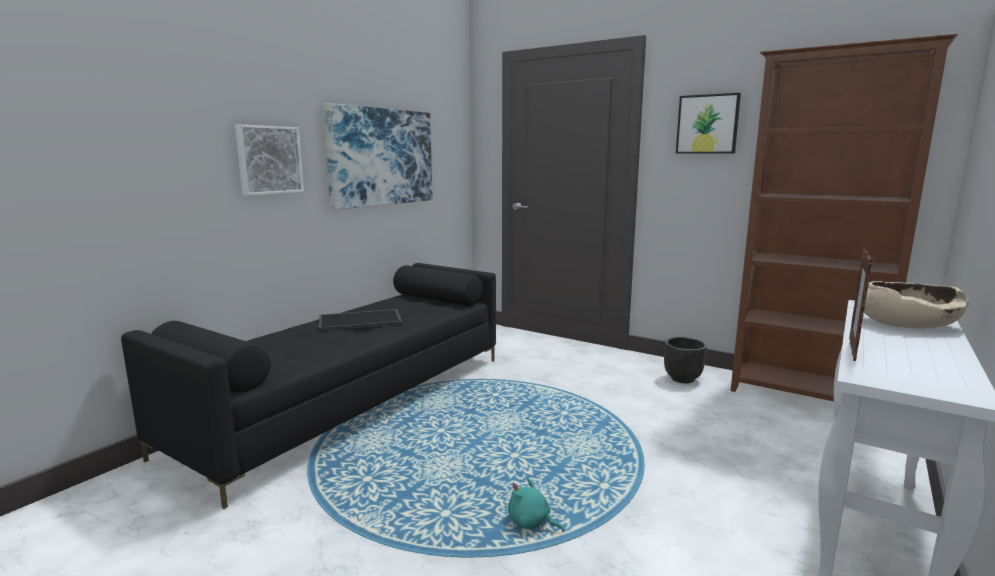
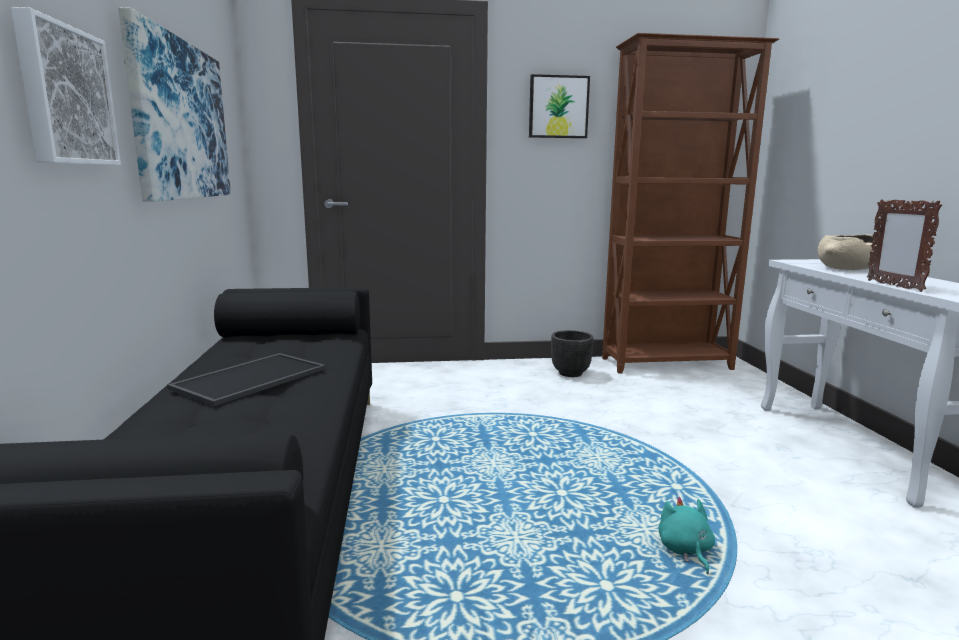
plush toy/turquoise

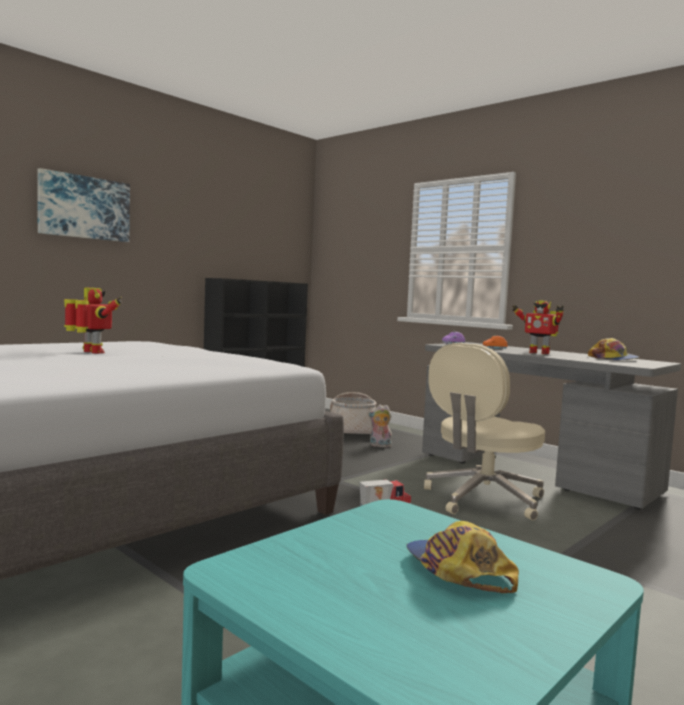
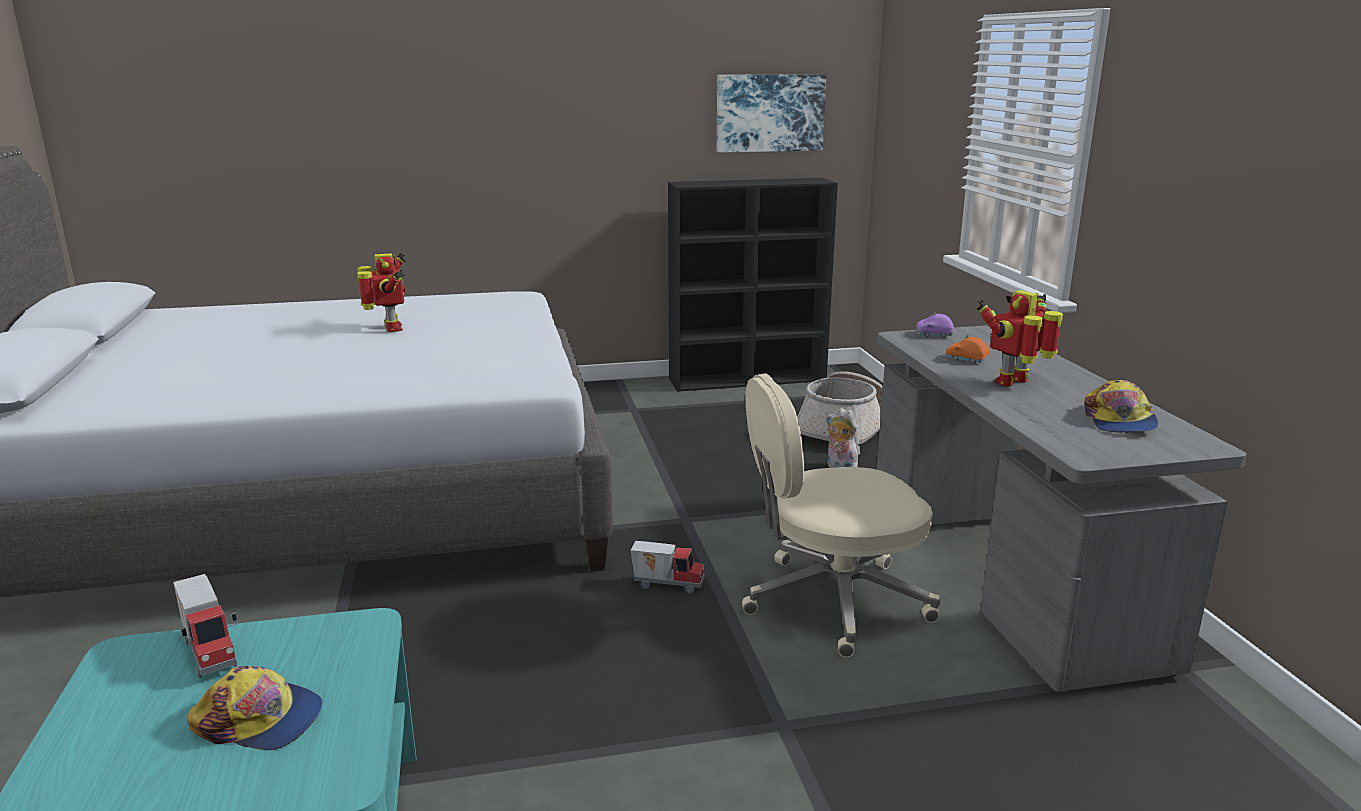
picture
cap (1st from left)
toy robot (2nd from left)
toy truck (1st from left)

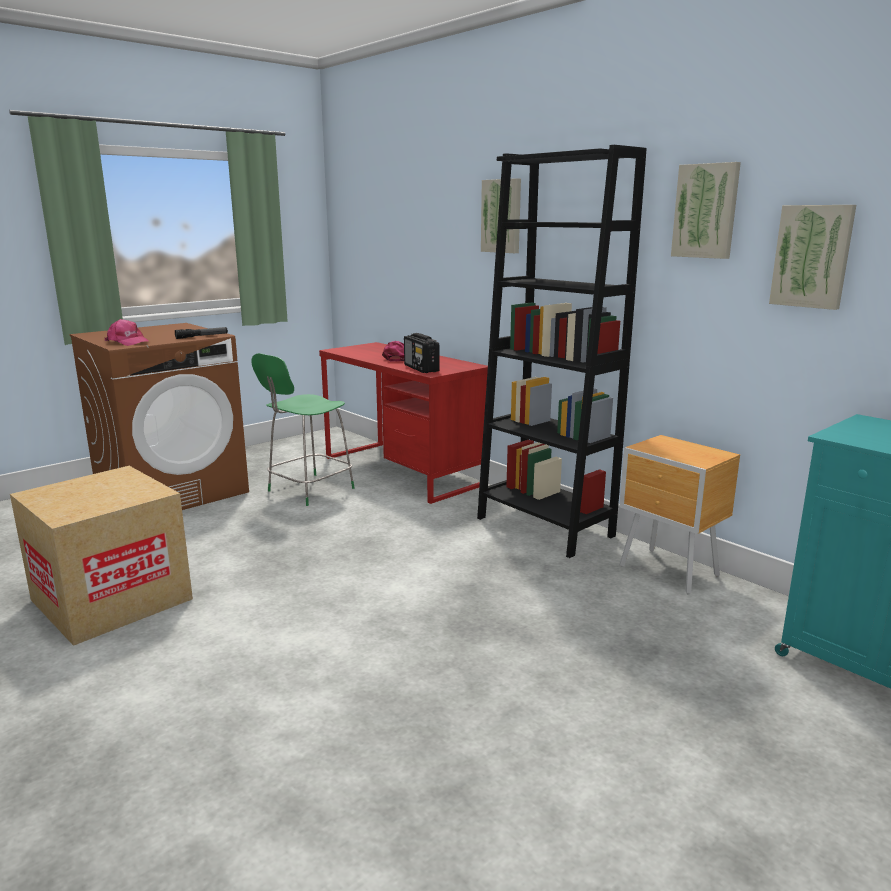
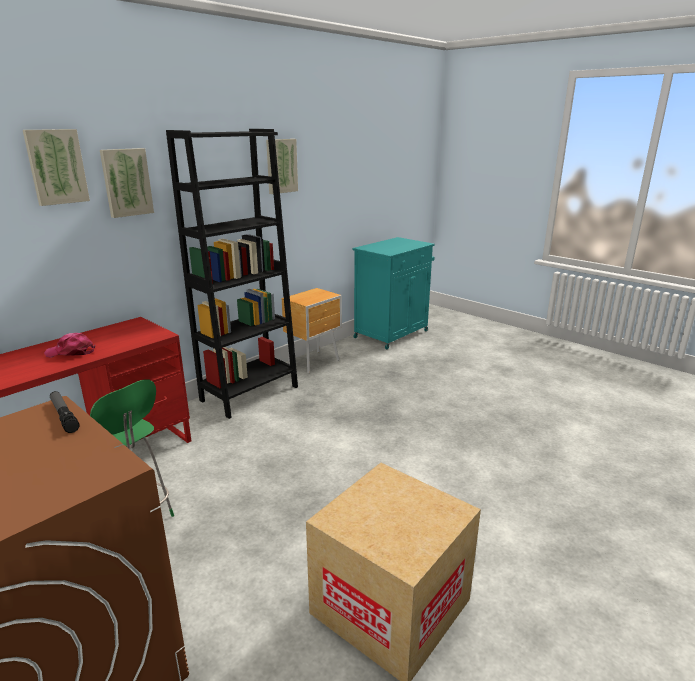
cap/pink (1st from left in the first image)
radio
picture (1st from left)

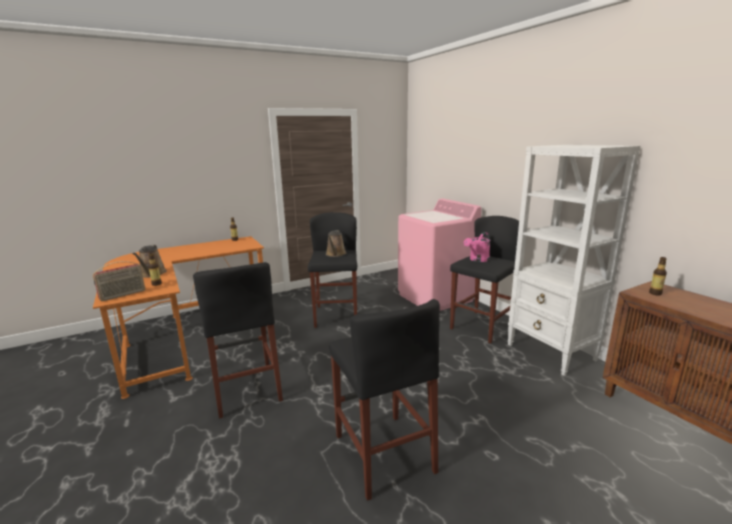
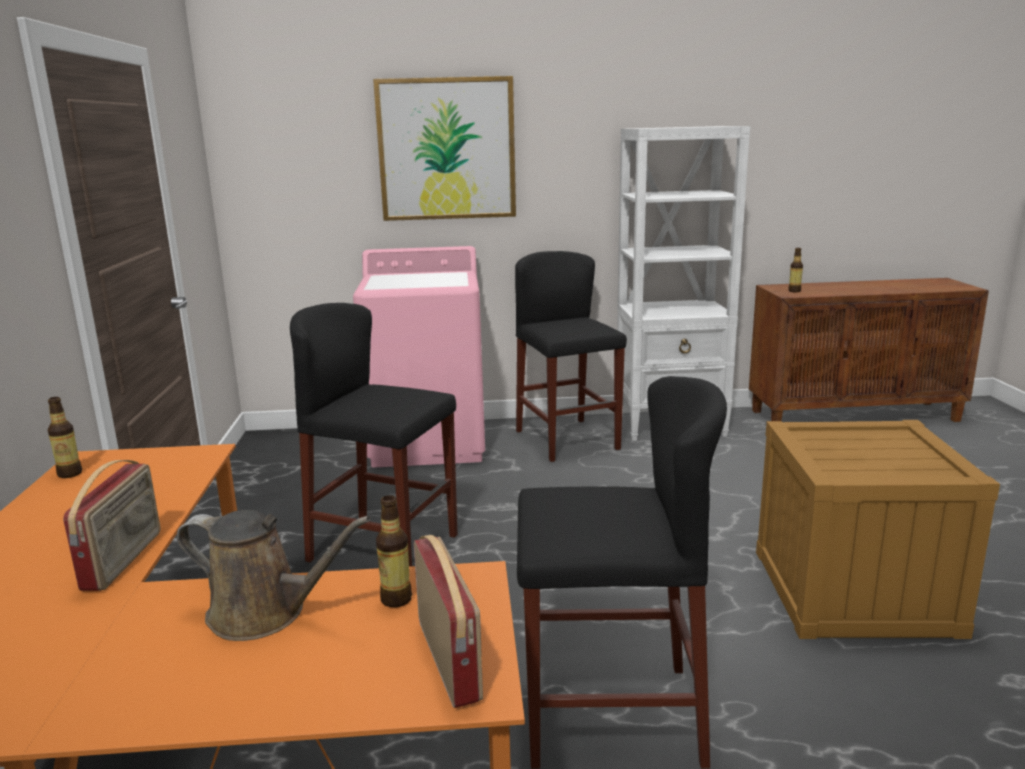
watering can/brown (2nd from left in the first image)
crate
watering can/pink
radio (1st from left)
picture

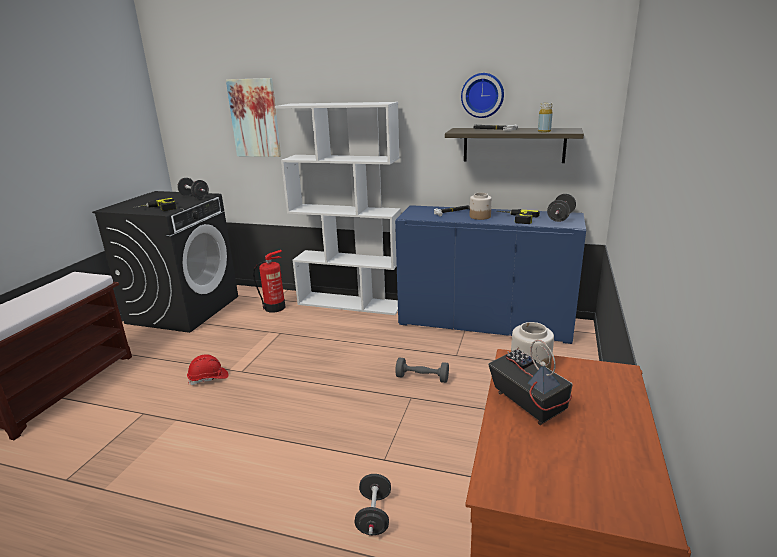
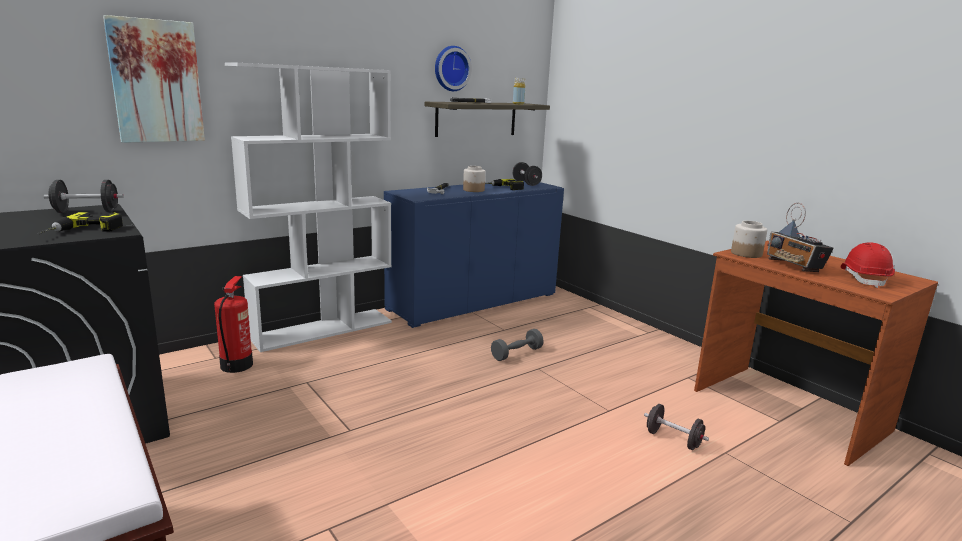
hard hat/red
radio

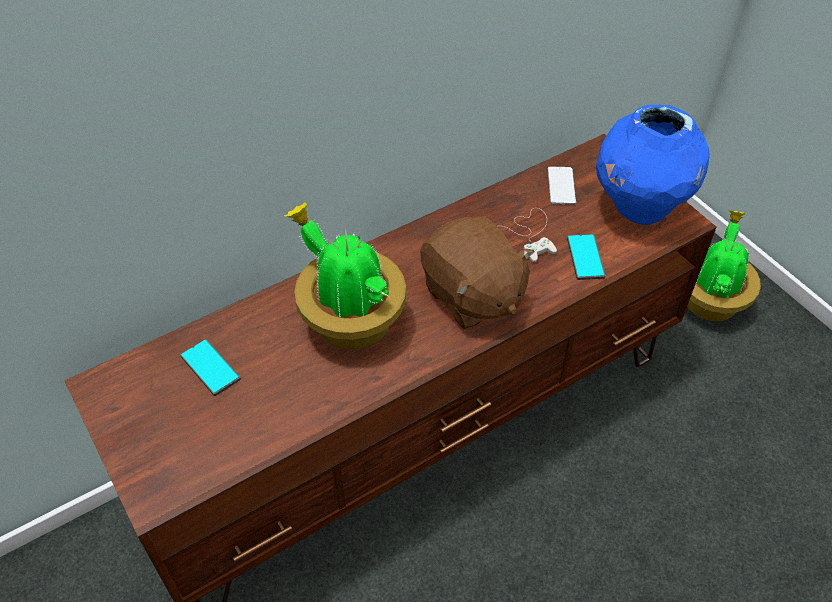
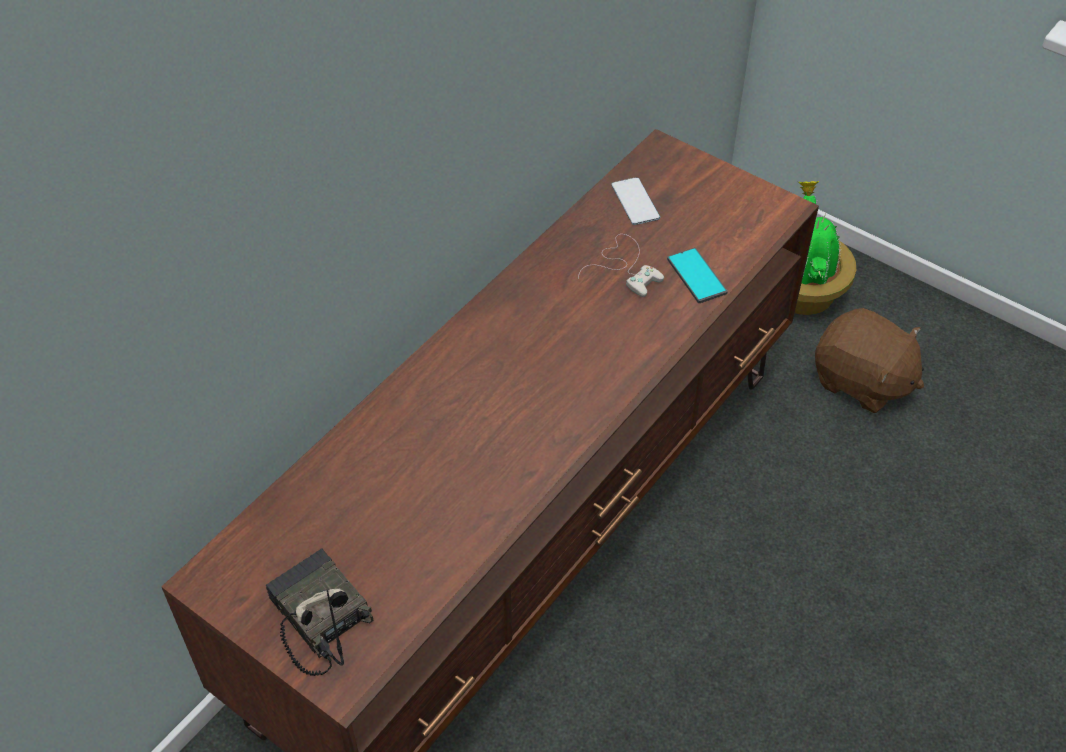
phone (1st from left in the first image)
potted plant (1st from left in the first image)
plush toy/brown
vase/blue
radio

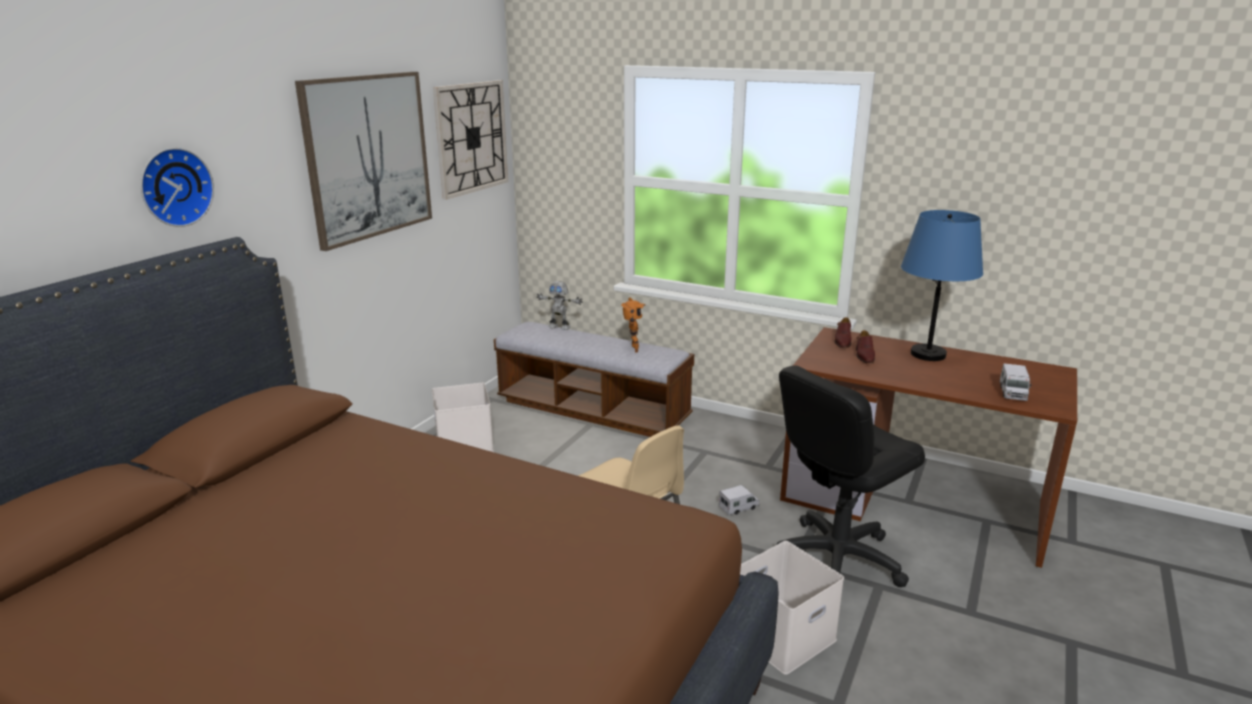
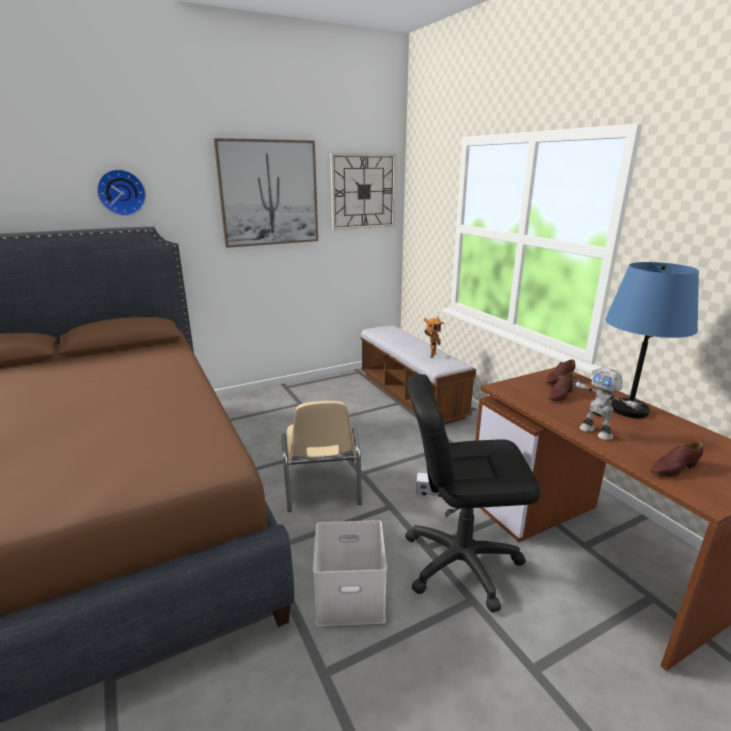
storage box/white (1st from left in the first image)
toy robot (2nd from left)
shoe/brown (3rd from left)

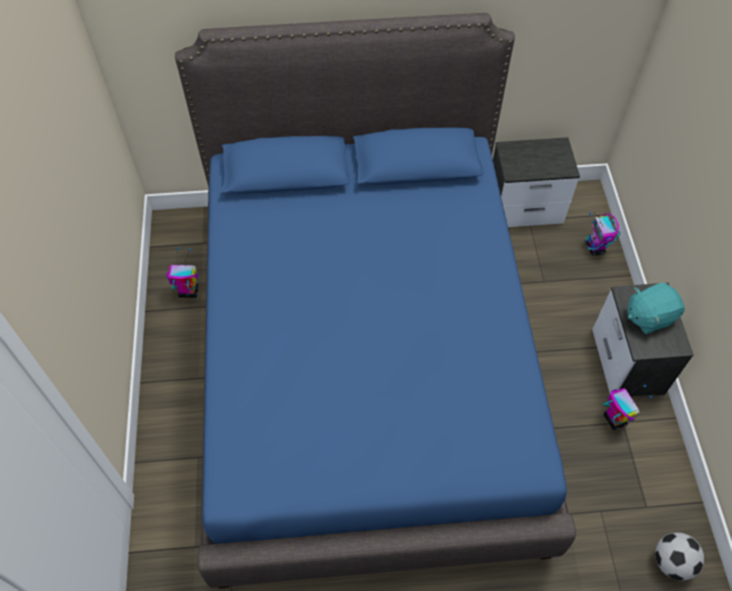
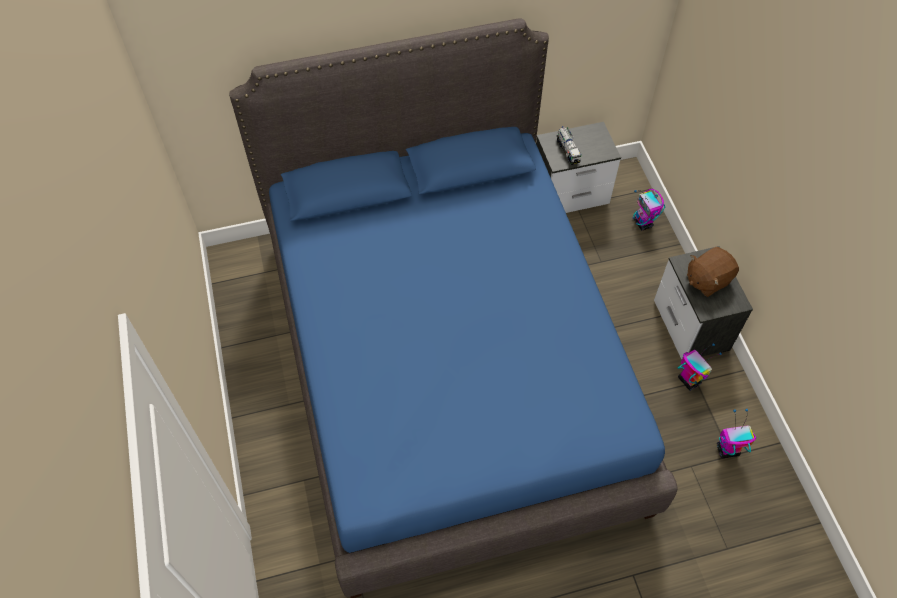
toy robot (3rd from left)
plush toy/brown
football
toy truck

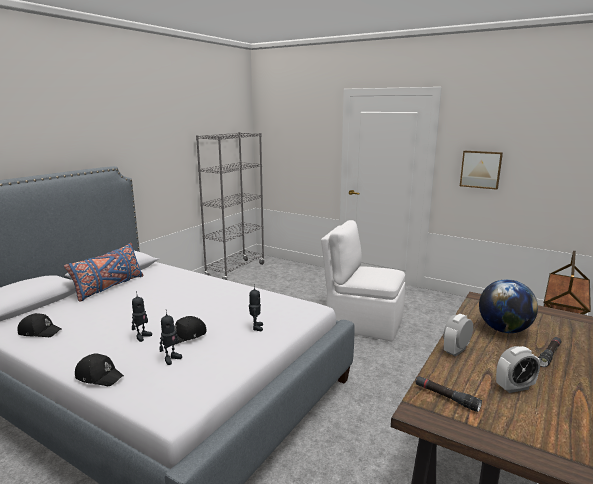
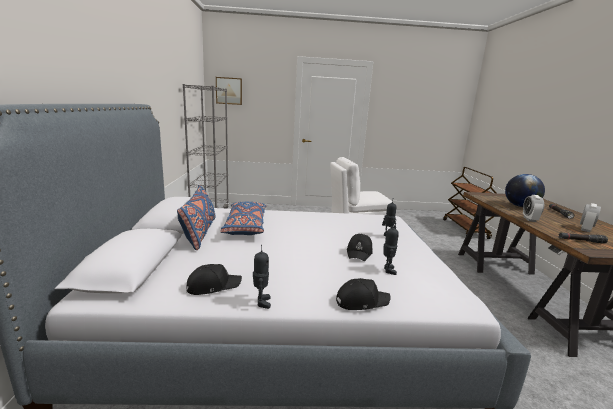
toy robot (1st from left)
picture
pillow/blue (2nd from left)

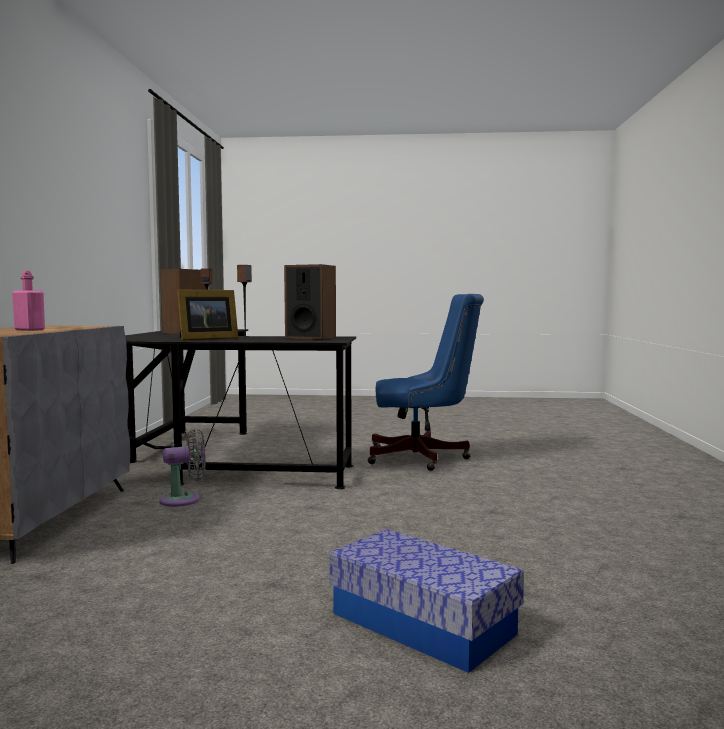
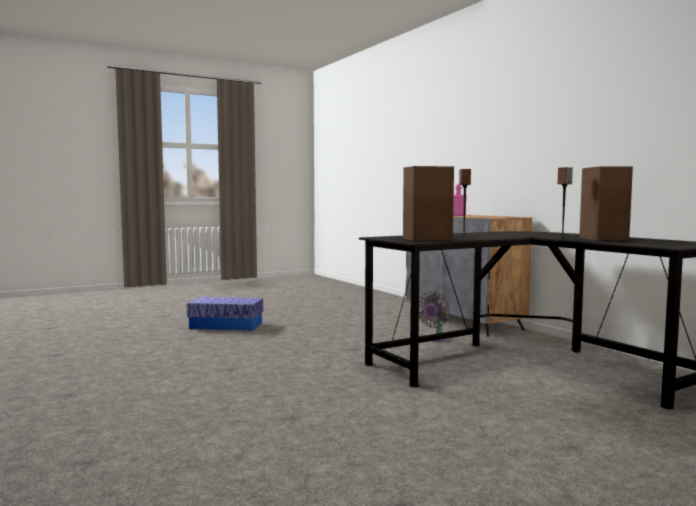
picture frame
office chair/blue

